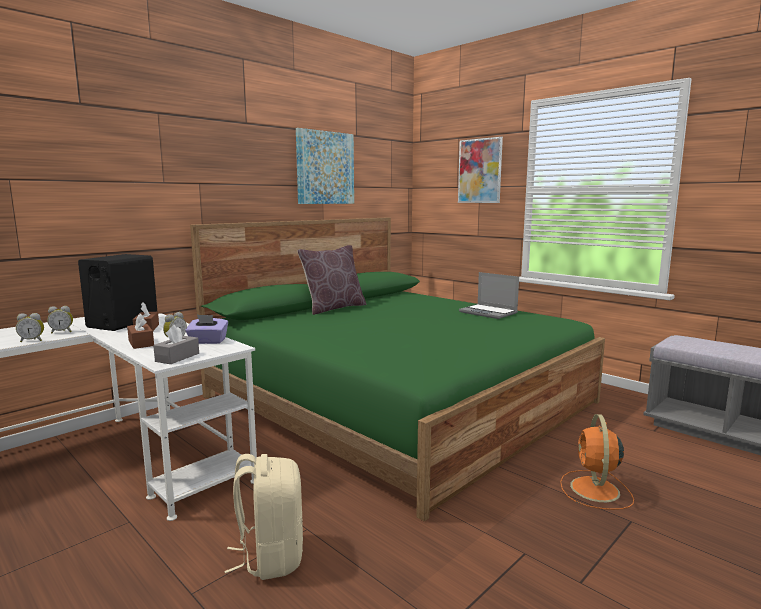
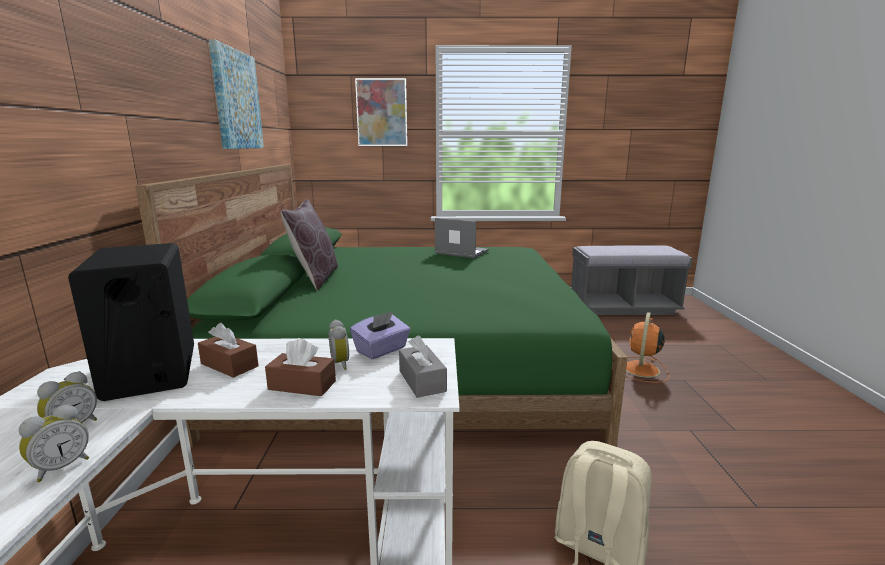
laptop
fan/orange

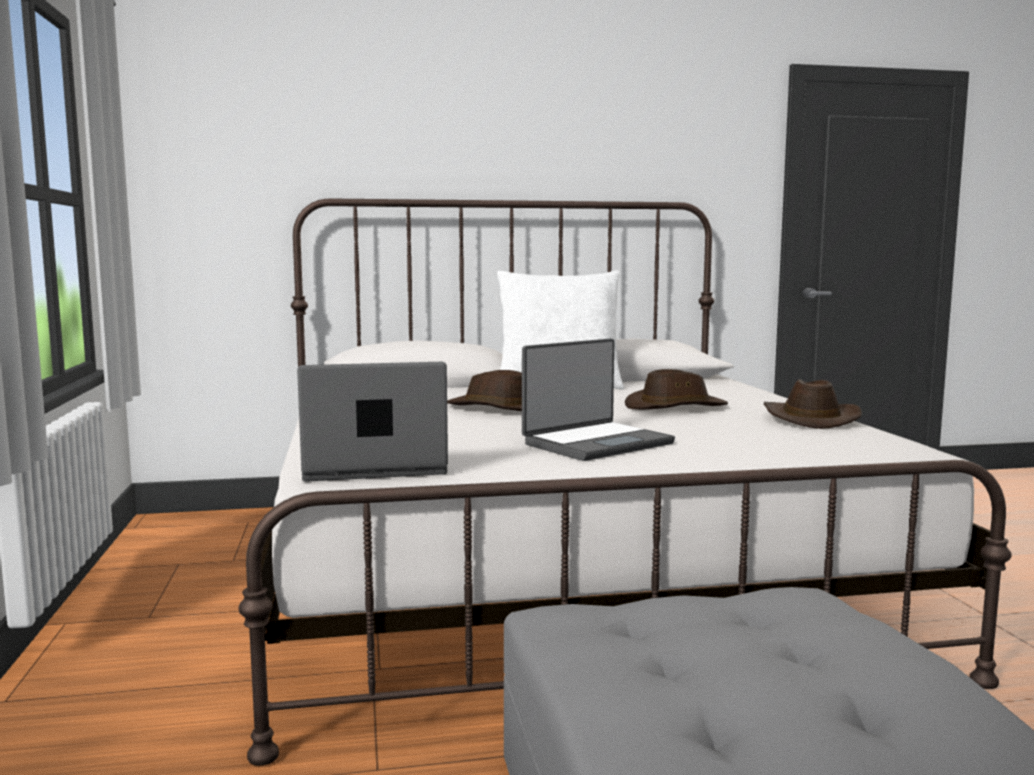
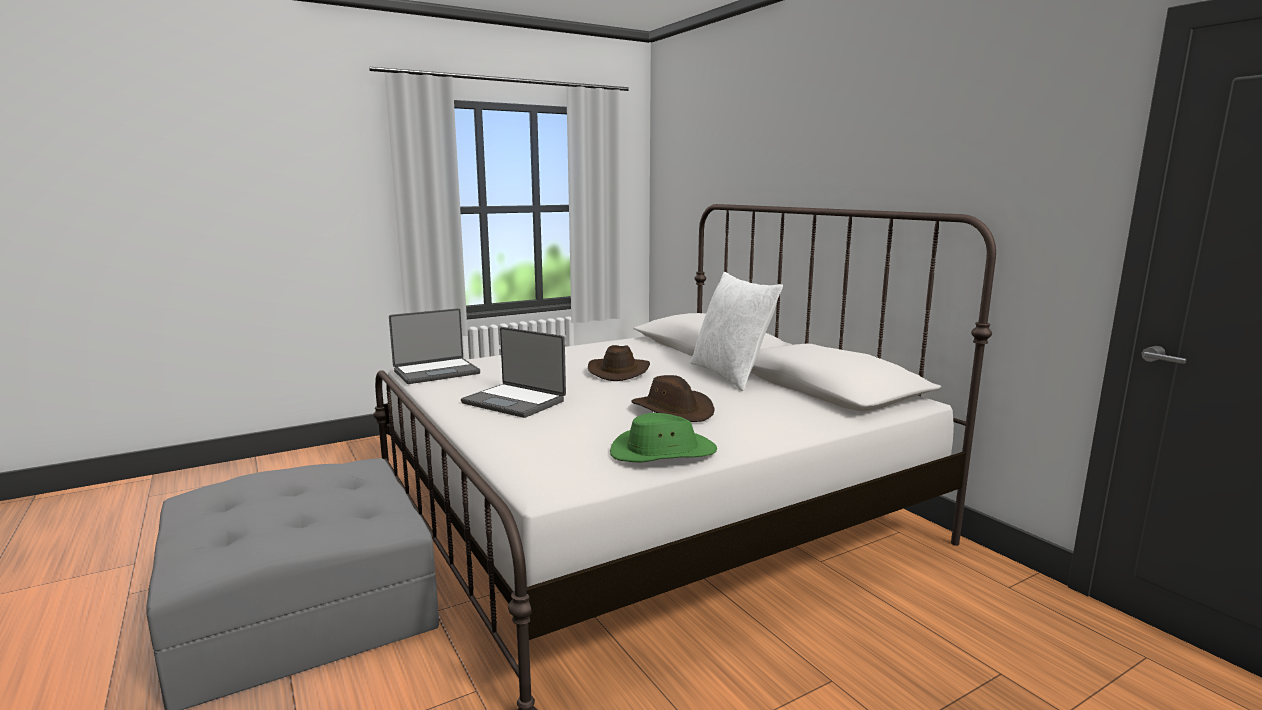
laptop (1st from left)
hat/green

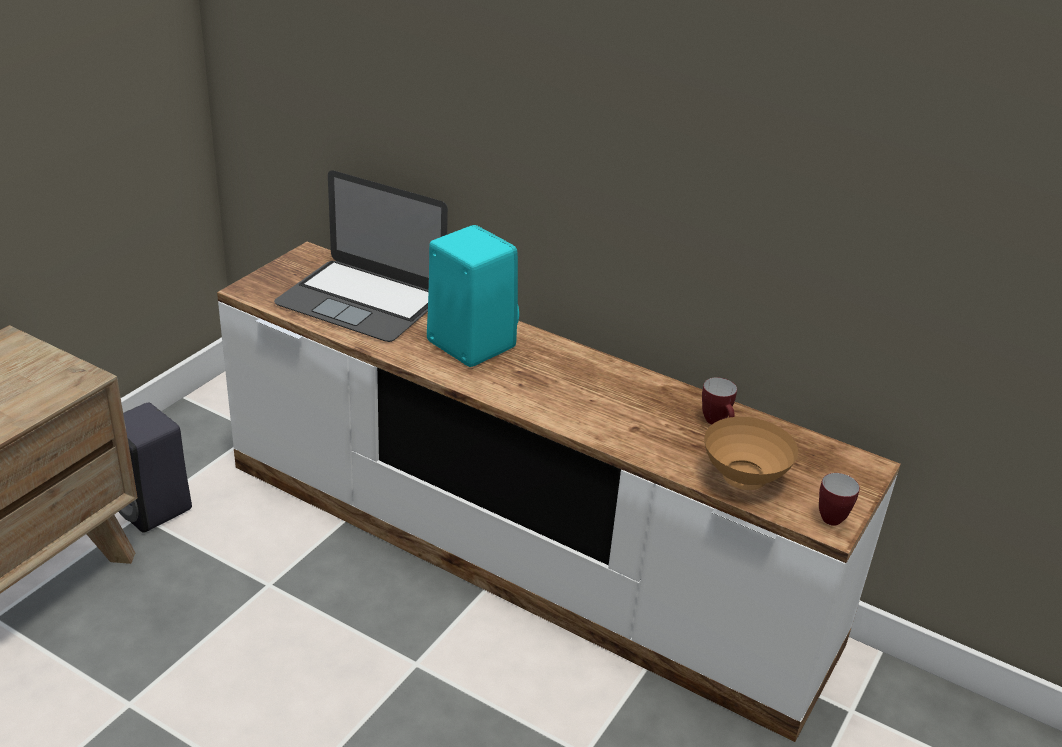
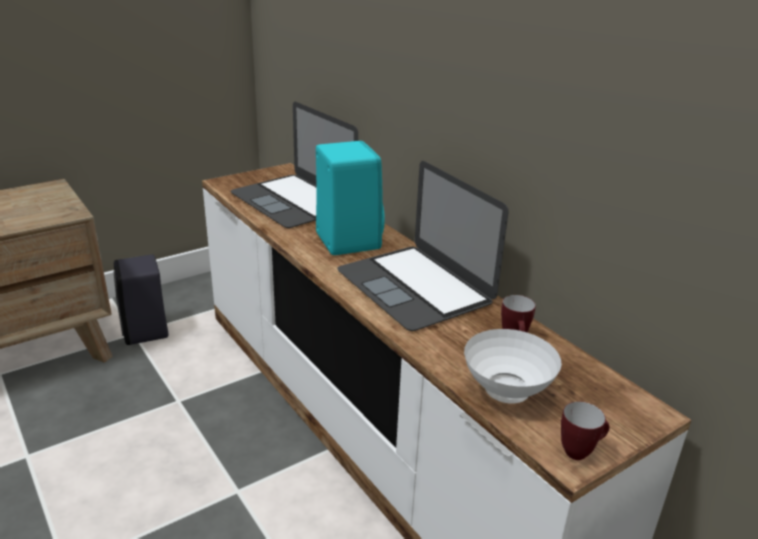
bowl/white
laptop (2nd from left)

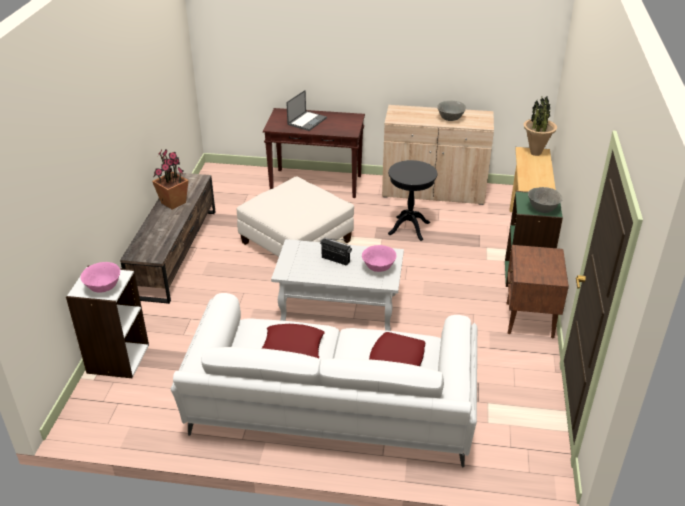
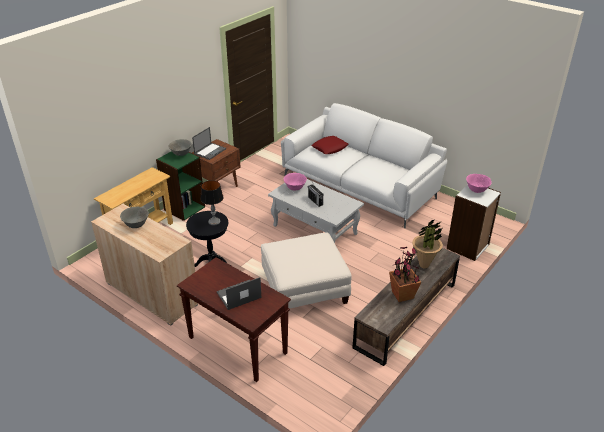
pillow/red (1st from left in the first image)
potted plant (2nd from left)
laptop (1st from left)
table lamp

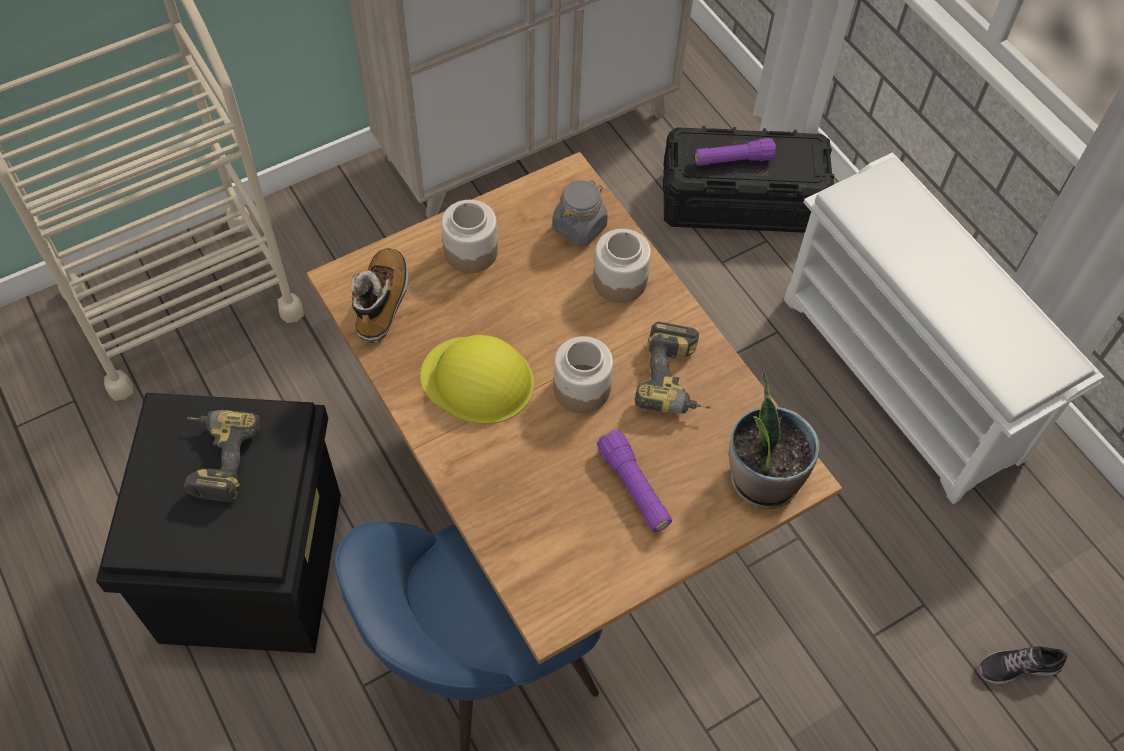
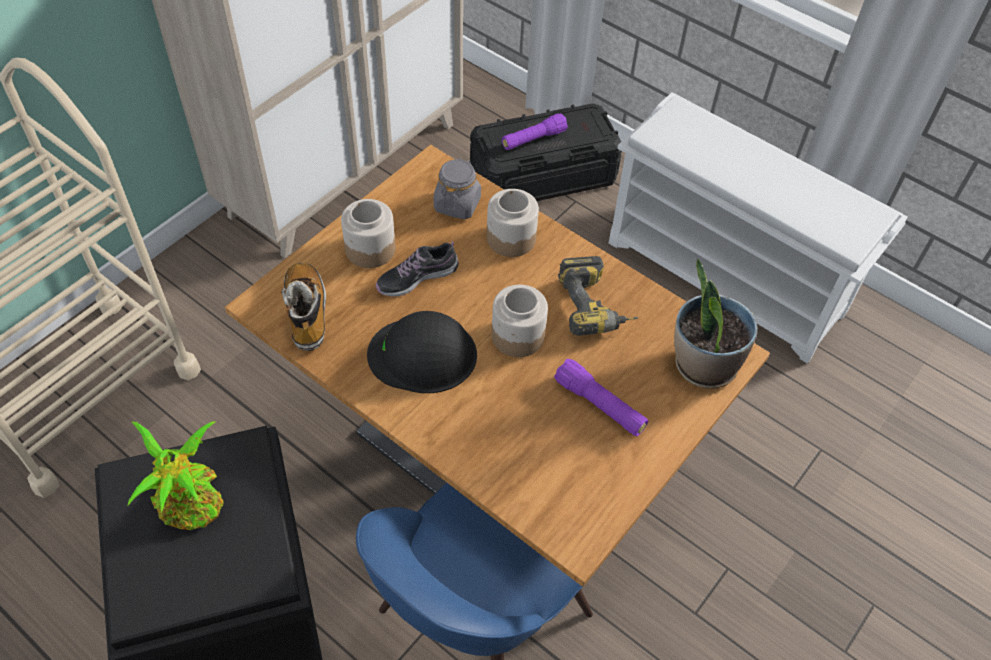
potted plant (1st from left)
hard hat/black
shoe

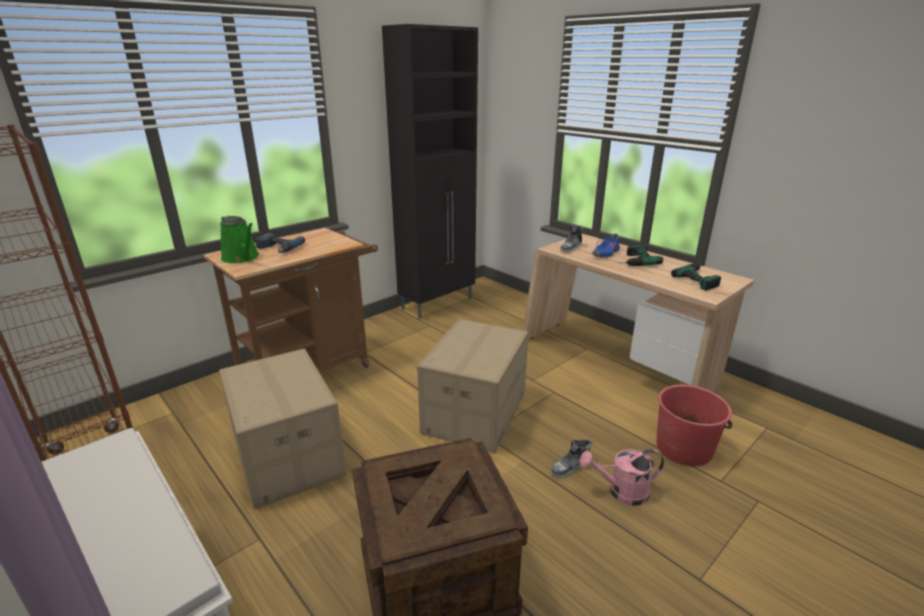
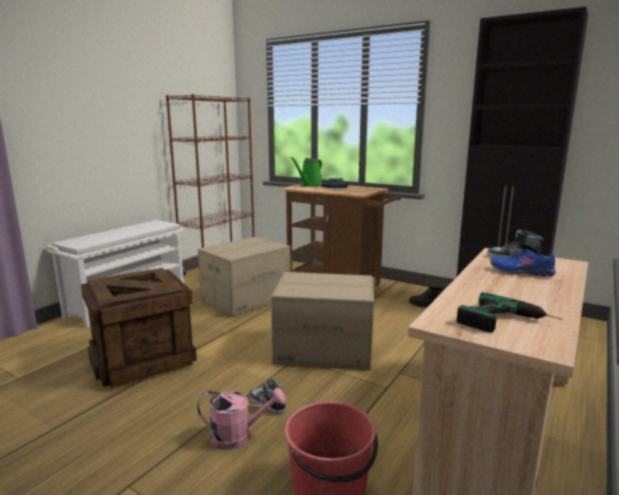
watering can/pink
power drill (2nd from left in the first image)
boot/black

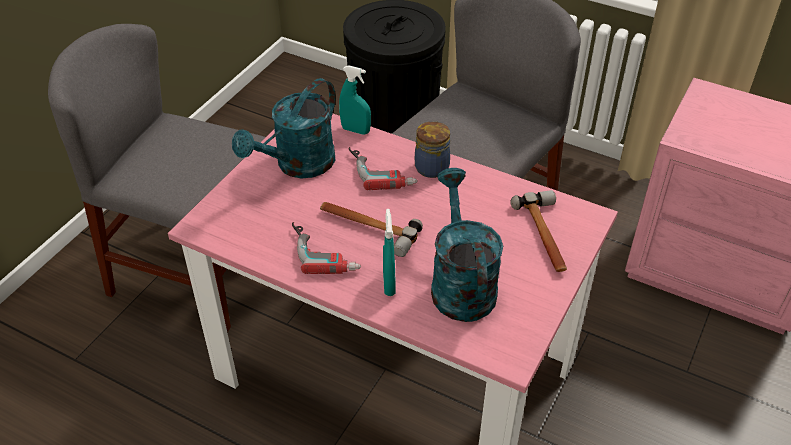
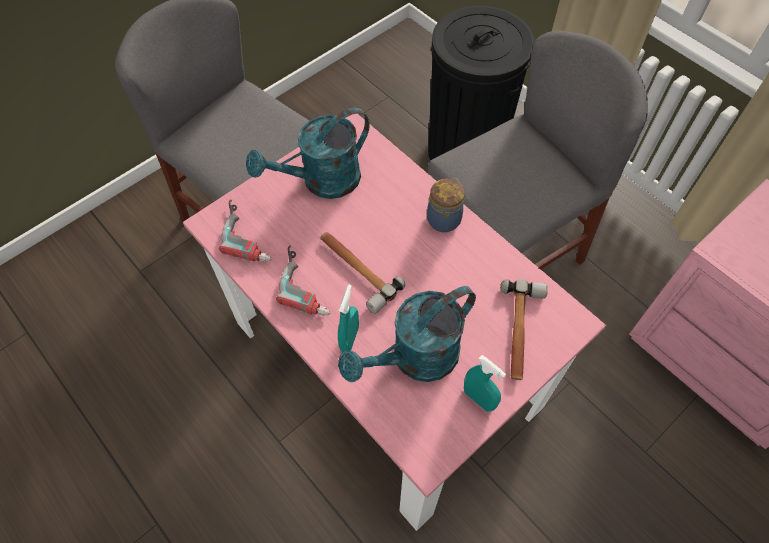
spray bottle/turquoise (2nd from left)
power drill (1st from left)
watering can/turquoise (2nd from left)

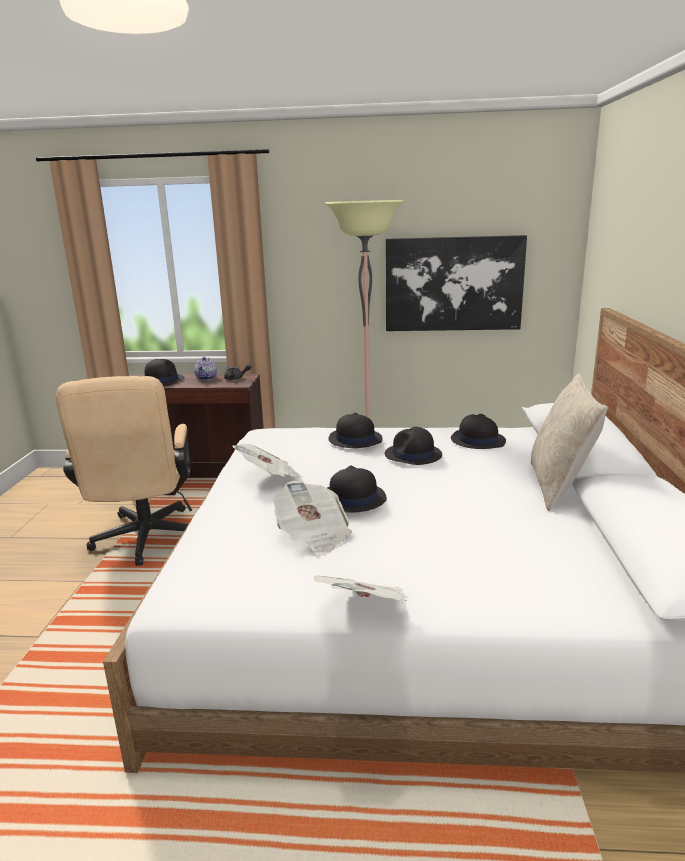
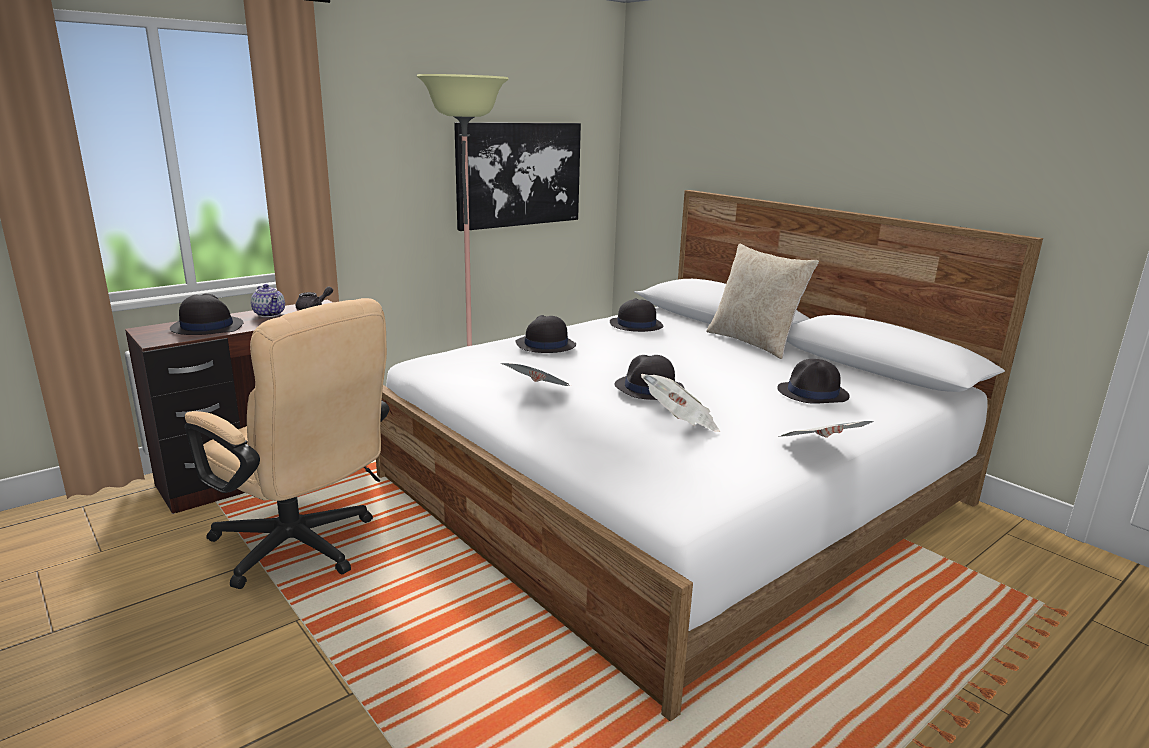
hat/black (5th from left)

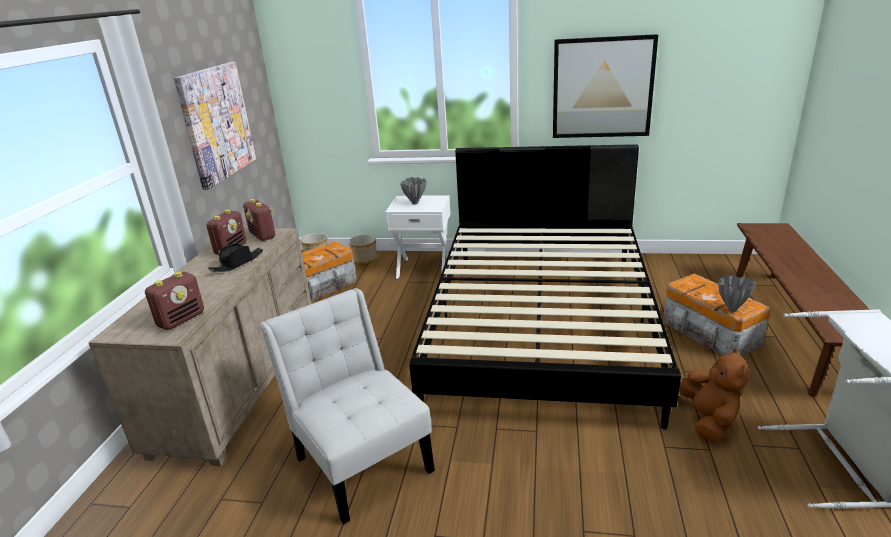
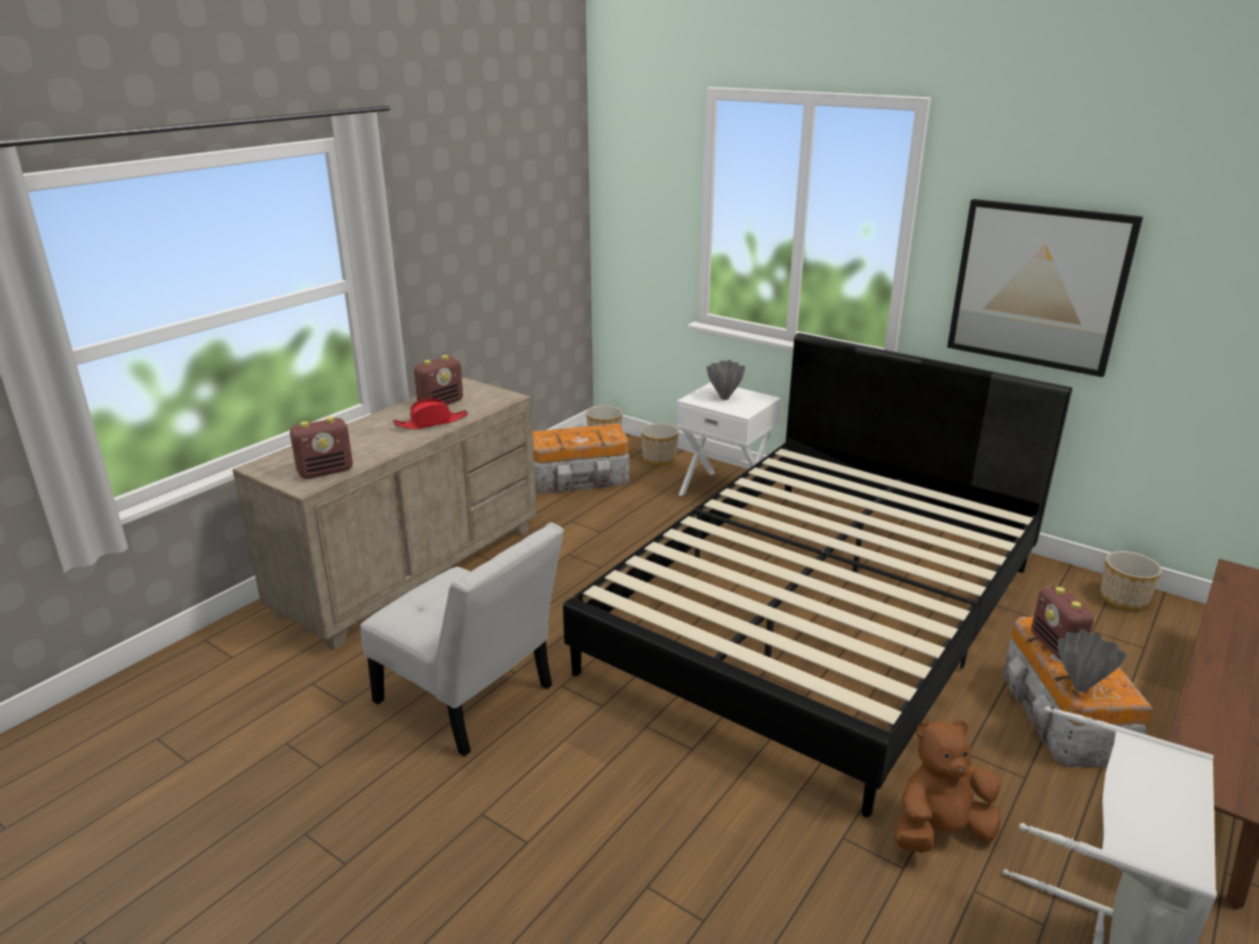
picture (1st from left in the first image)
hat/red
radio (3rd from left)
chair/white
plush toy/brown
planter (3rd from left)

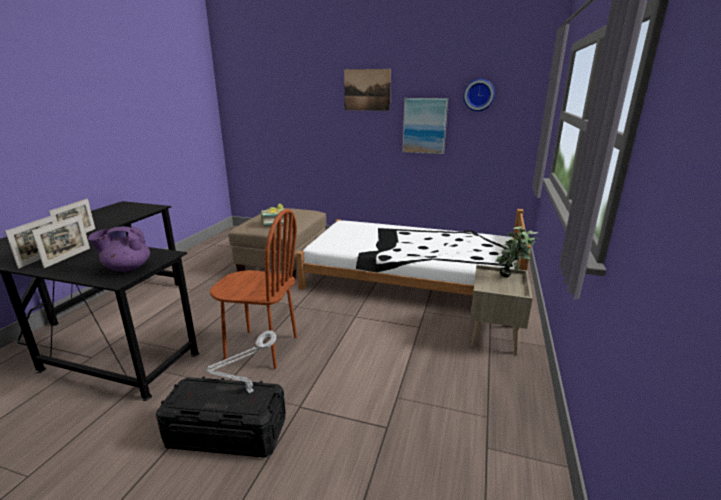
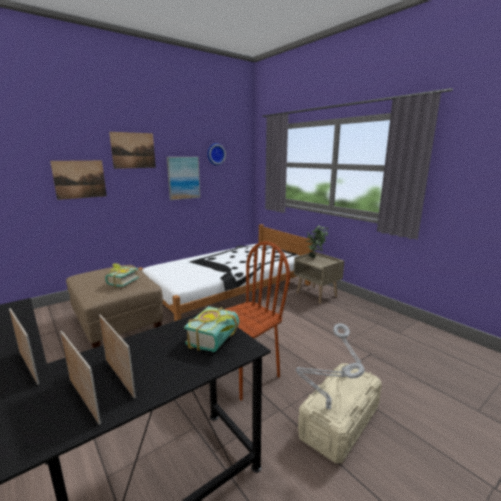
book (2nd from left)
storage box/beige
picture (1st from left)
table lamp/grey (1st from left)

